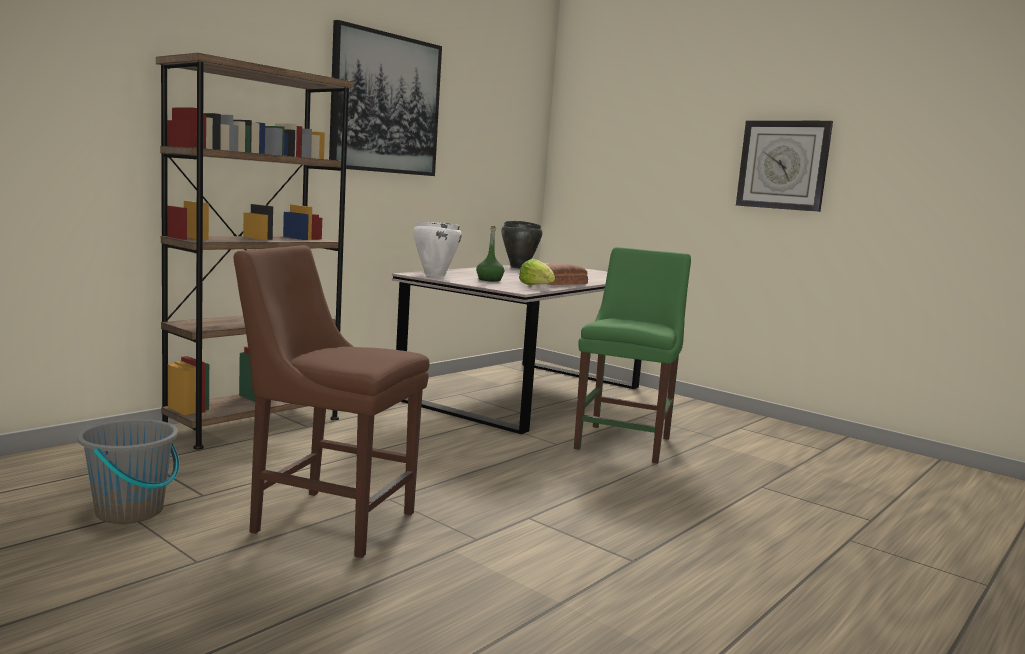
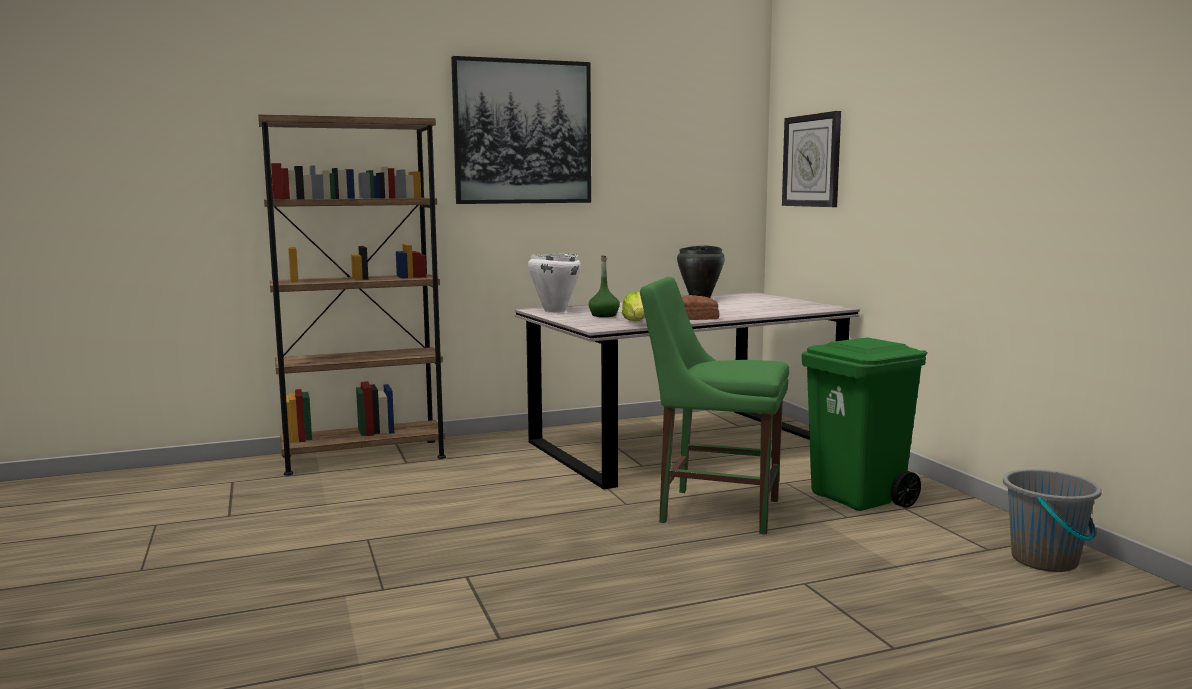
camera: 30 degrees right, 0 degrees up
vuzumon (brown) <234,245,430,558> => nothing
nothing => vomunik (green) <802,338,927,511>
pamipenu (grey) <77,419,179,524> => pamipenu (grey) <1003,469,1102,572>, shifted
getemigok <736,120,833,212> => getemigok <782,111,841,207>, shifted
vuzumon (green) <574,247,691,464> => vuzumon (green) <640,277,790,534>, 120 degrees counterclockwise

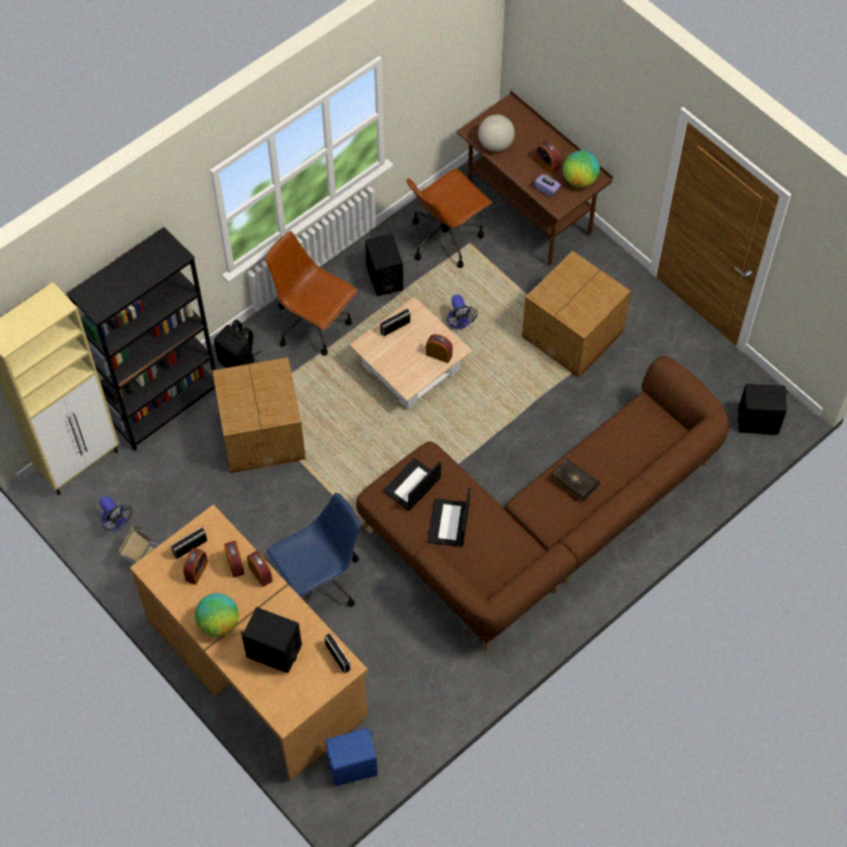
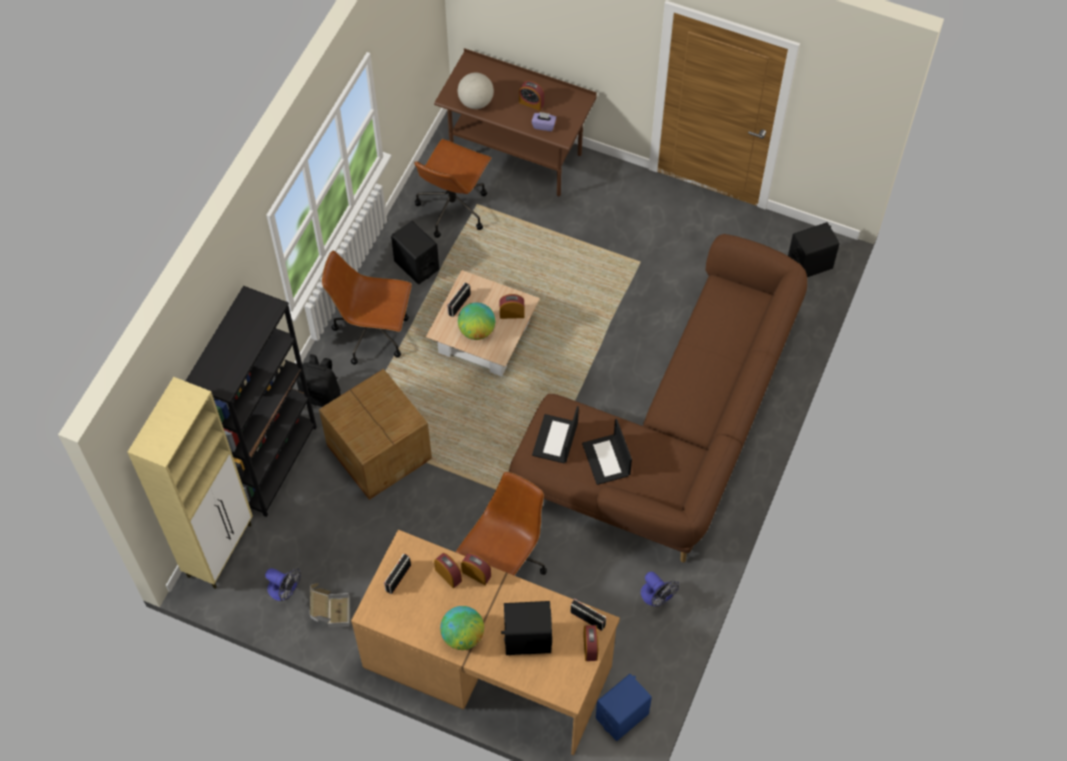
camera: 25 degrees left, 0 degrees up
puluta <522,251,631,378> => nothing
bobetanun <551,458,599,503> => nothing
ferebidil <183,548,208,585> => ferebidil <583,625,598,661>, shifted
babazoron <446,295,478,329> => babazoron <641,572,679,607>, shifted
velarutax <563,150,600,188> => velarutax <458,302,495,340>, shifted
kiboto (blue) <266,493,361,607> => kiboto (brown) <456,472,547,576>

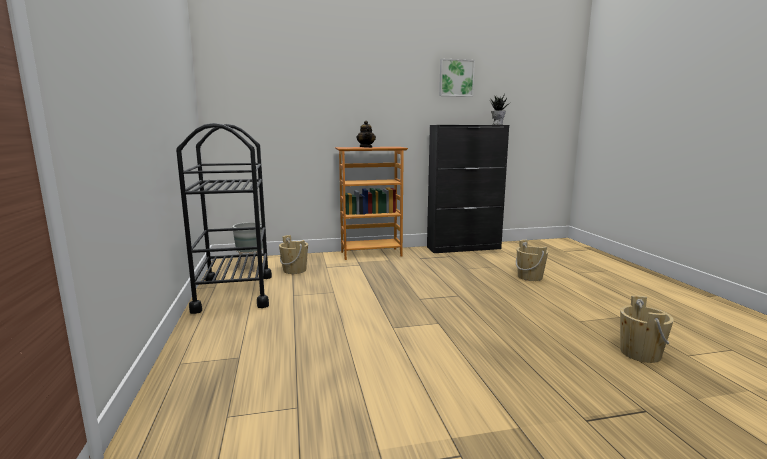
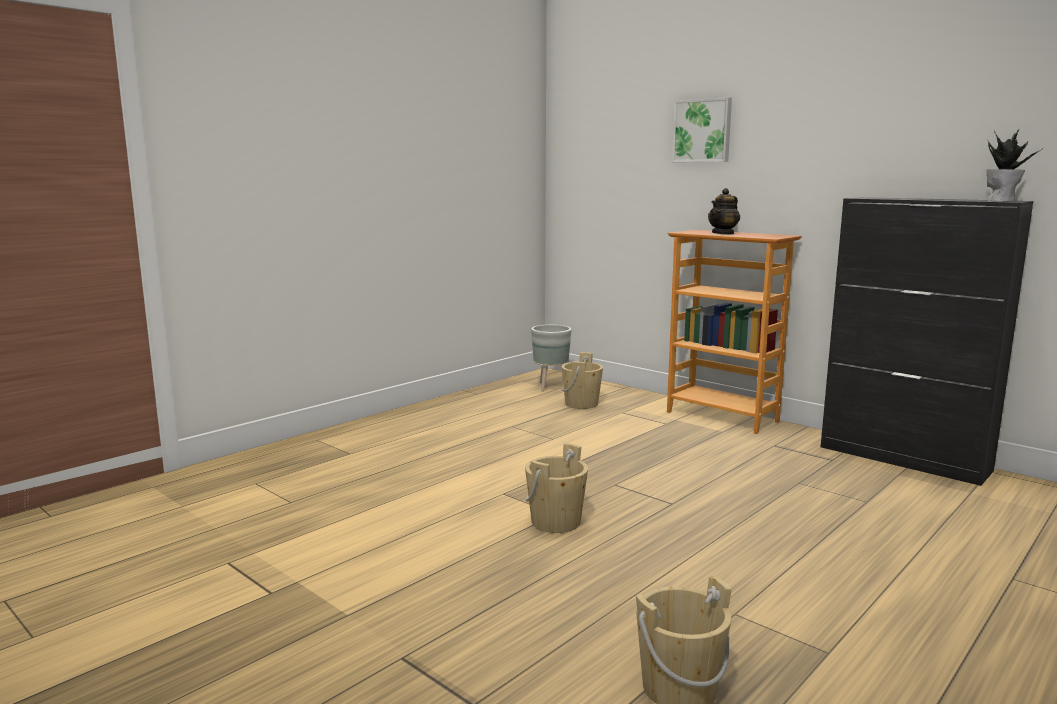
camera: 55 degrees right, 0 degrees up
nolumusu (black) <176,123,272,314> => nothing
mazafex <439,59,475,97> => mazafex <672,97,732,162>, shifted
pamipenu (beige) <516,240,548,281> => pamipenu (beige) <525,443,588,533>, shifted

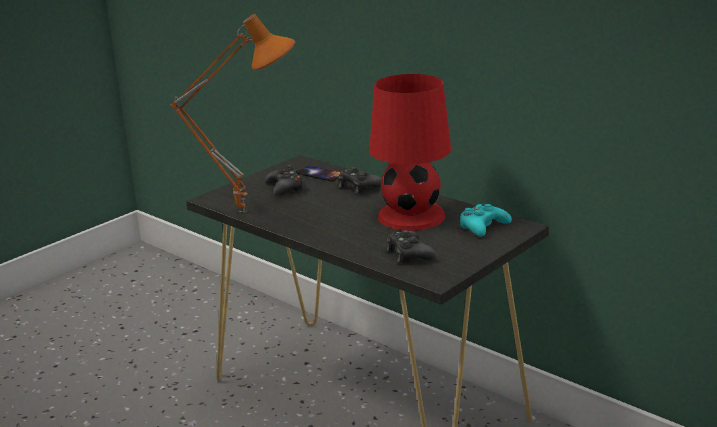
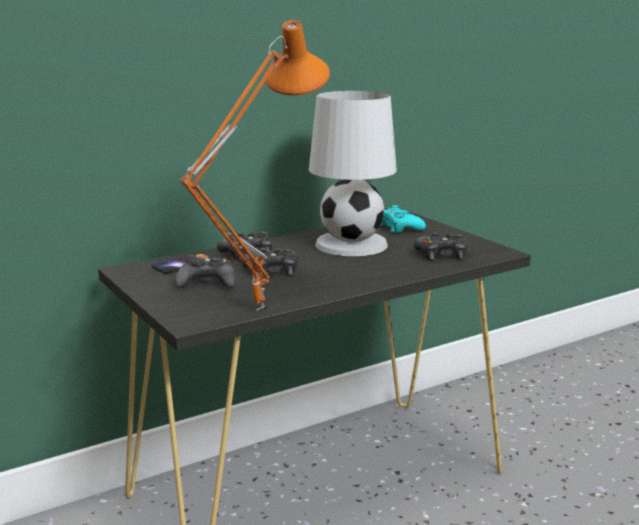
camera: 75 degrees left, 5 degrees down
nothing => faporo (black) <241,248,298,275>
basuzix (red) <369,74,451,231> => basuzix (white) <309,91,397,256>

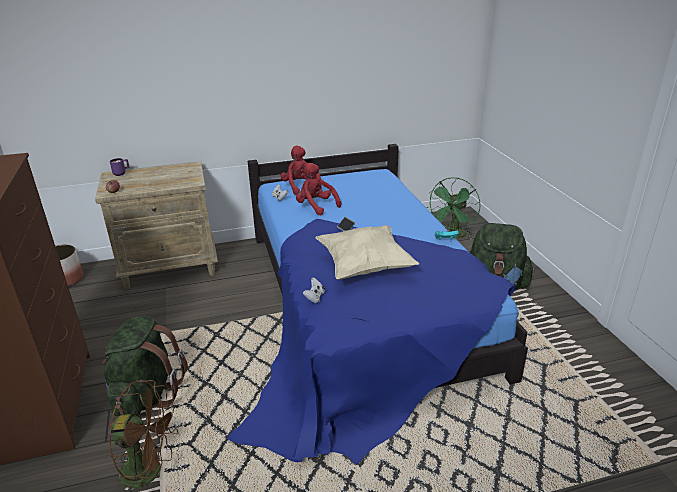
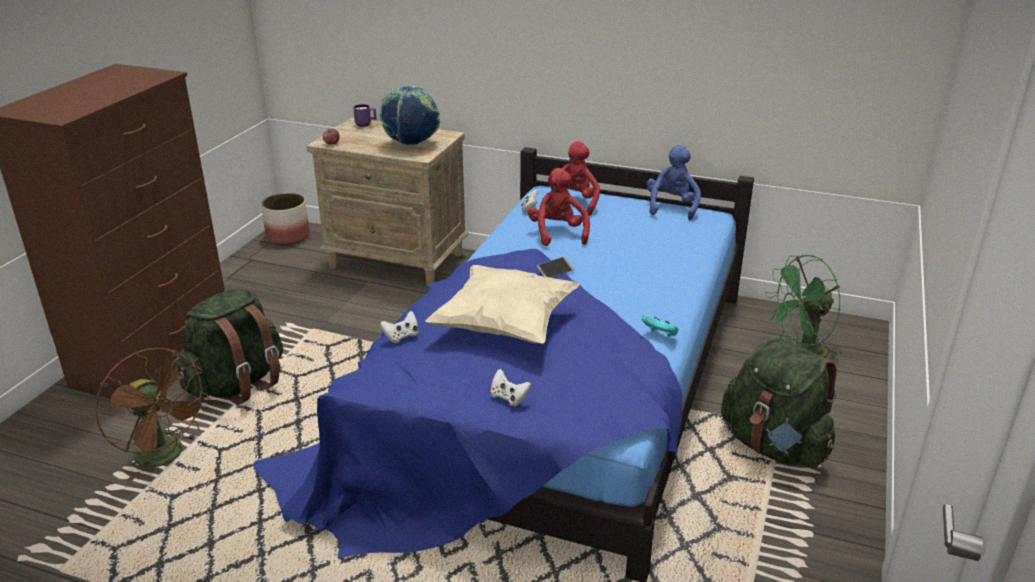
camera: 35 degrees right, 0 degrees up
nothing => velarutax <380,86,440,146>
nothing => faporo (white) <491,369,531,406>
nothing => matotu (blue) <647,145,701,220>

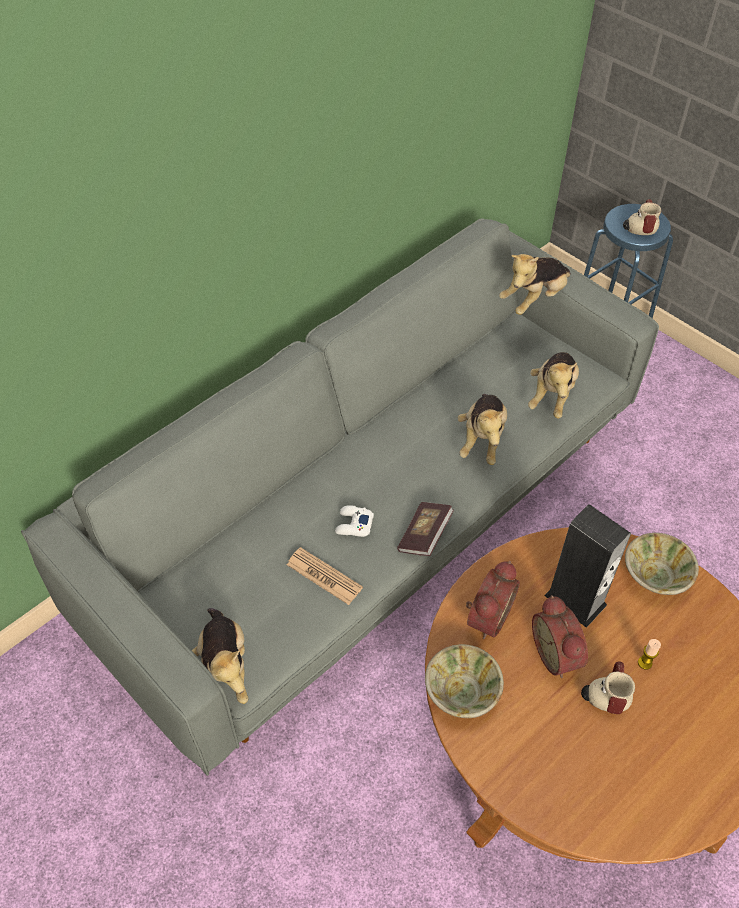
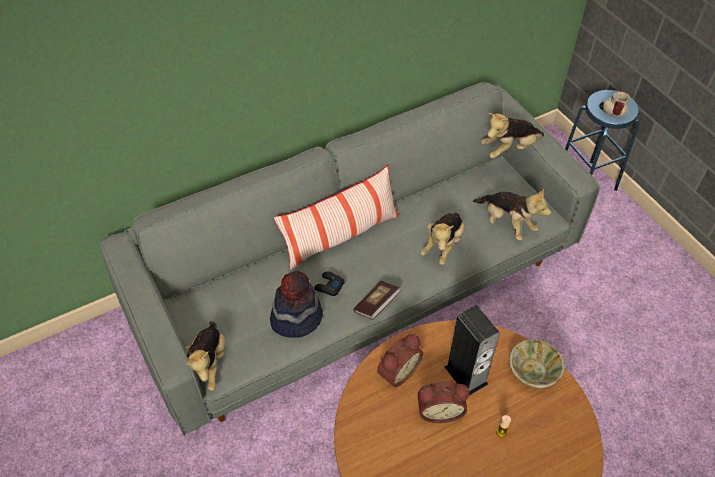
camera: 15 degrees right, 0 degrees up
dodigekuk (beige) <425,644,504,718> => nothing
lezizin <581,661,635,714> => nothing
nothing => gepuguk <274,165,399,270>
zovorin <287,547,363,605> => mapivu <270,271,323,338>
faporo (white) <335,505,374,537> => faporo (black) <314,271,345,296>
matotu <528,352,579,418> => matotu <473,188,551,240>, 75 degrees counterclockwise
ferebidil <532,595,588,678> => ferebidil <418,382,470,423>, 90 degrees counterclockwise

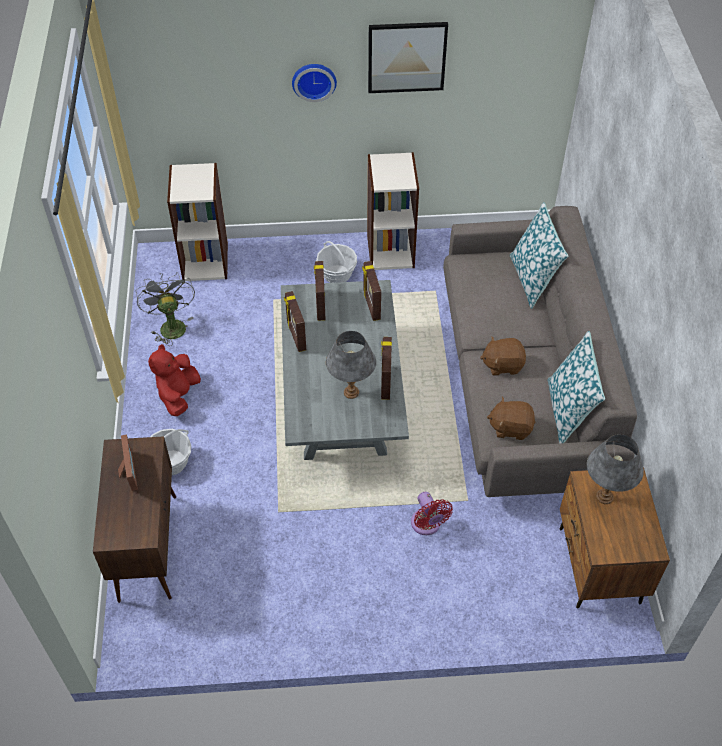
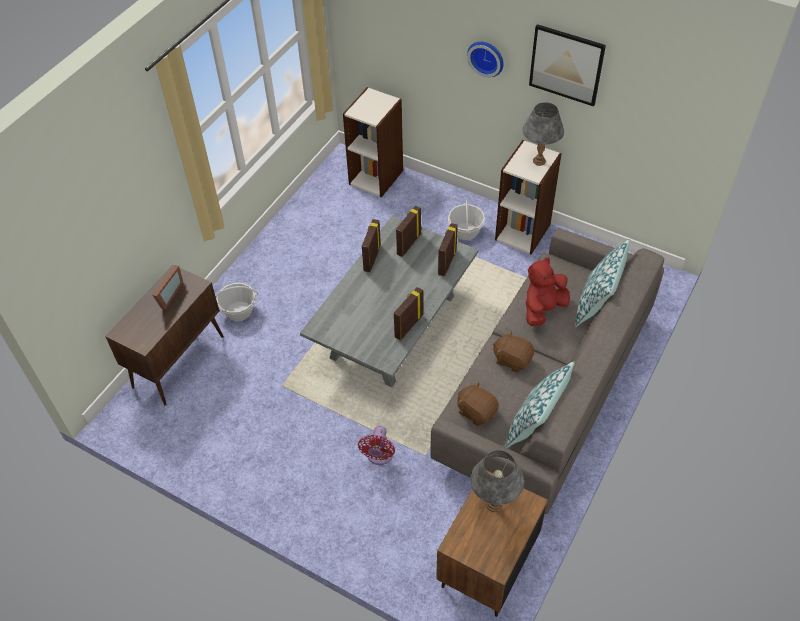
camera: 35 degrees right, 0 degrees up
babazoron (grey) <136,272,195,346> => nothing
matotu (red) <148,344,201,416> => matotu (red) <526,257,570,326>, shifted
basuzix (grey) <326,331,376,399> => basuzix (grey) <523,102,564,166>, shifted

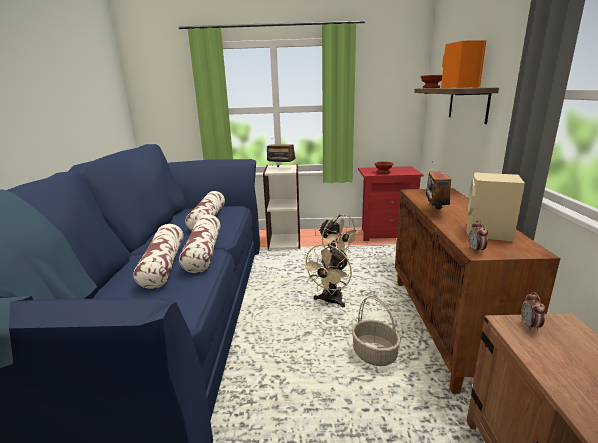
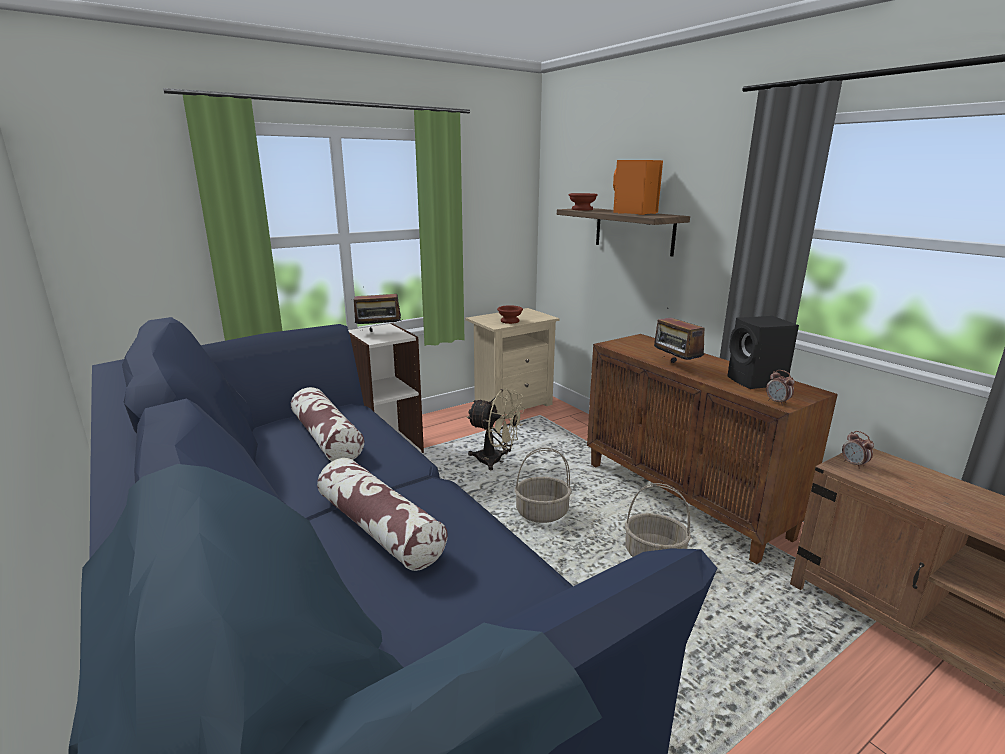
camera: 35 degrees left, 0 degrees up
gepuguk <179,214,221,273> => nothing
babazoron (beige) <301,244,352,307> => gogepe <515,448,572,523>
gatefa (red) <358,166,424,241> => gatefa (beige) <465,308,560,415>
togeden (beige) <466,172,525,242> => togeden (black) <727,316,799,389>

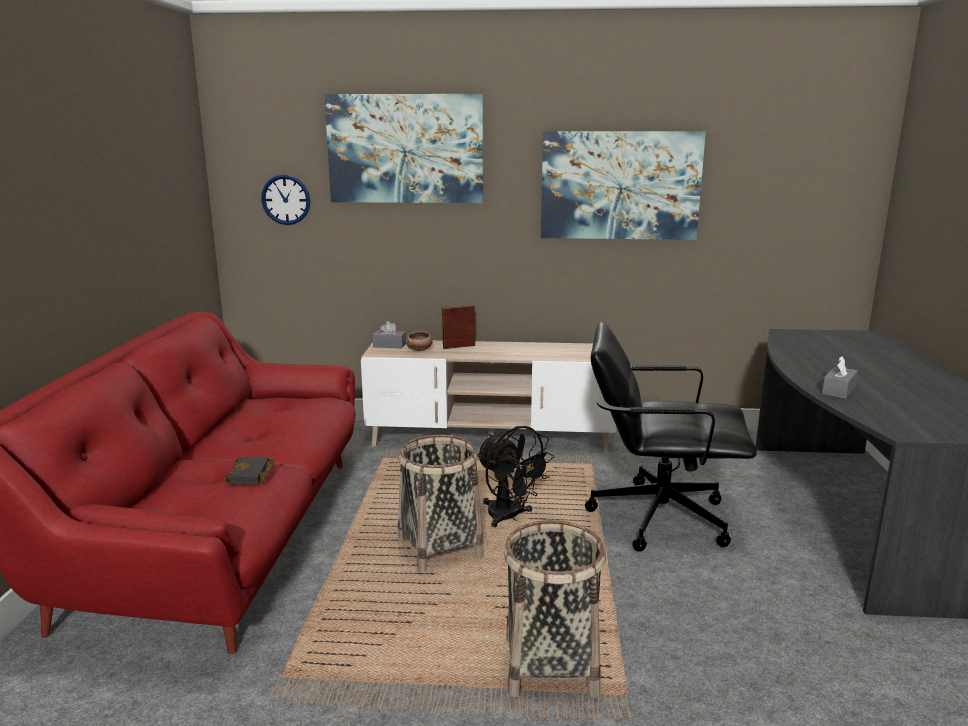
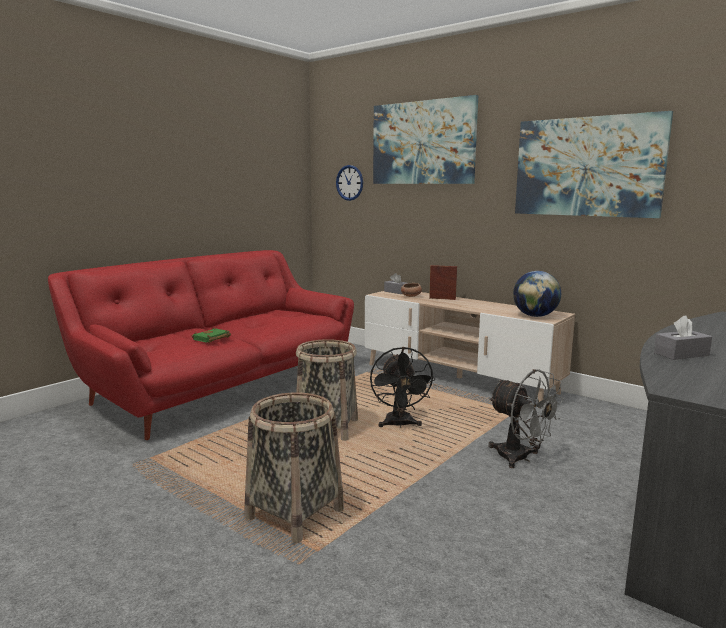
camera: 35 degrees right, 5 degrees down
nothing => velarutax <513,271,561,317>
kiboto (black) <585,322,757,552> => babazoron (grey) <489,369,564,468>
bobetanun (black) <223,456,275,484> => bobetanun (green) <192,328,231,343>

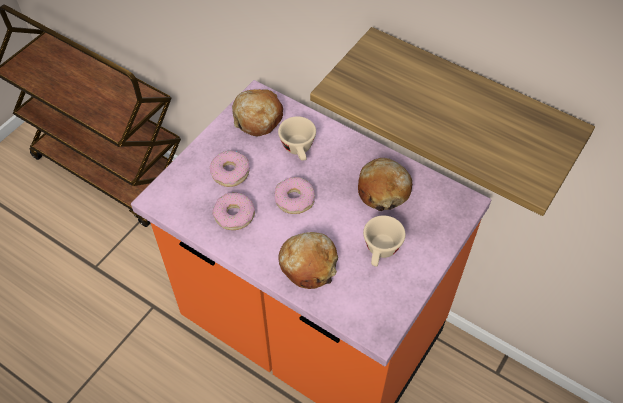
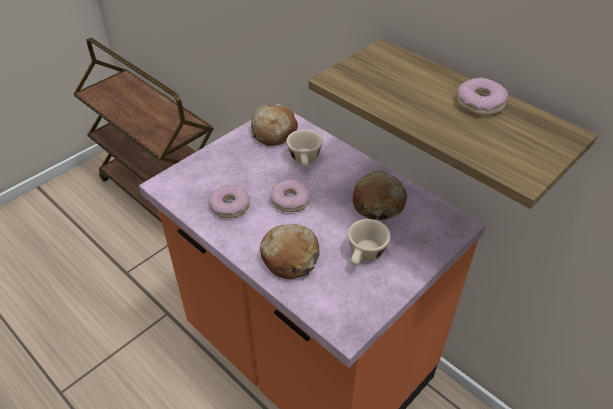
camera: 10 degrees right, 10 degrees down
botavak <210,150,250,187> => botavak <457,78,508,116>, shifted

